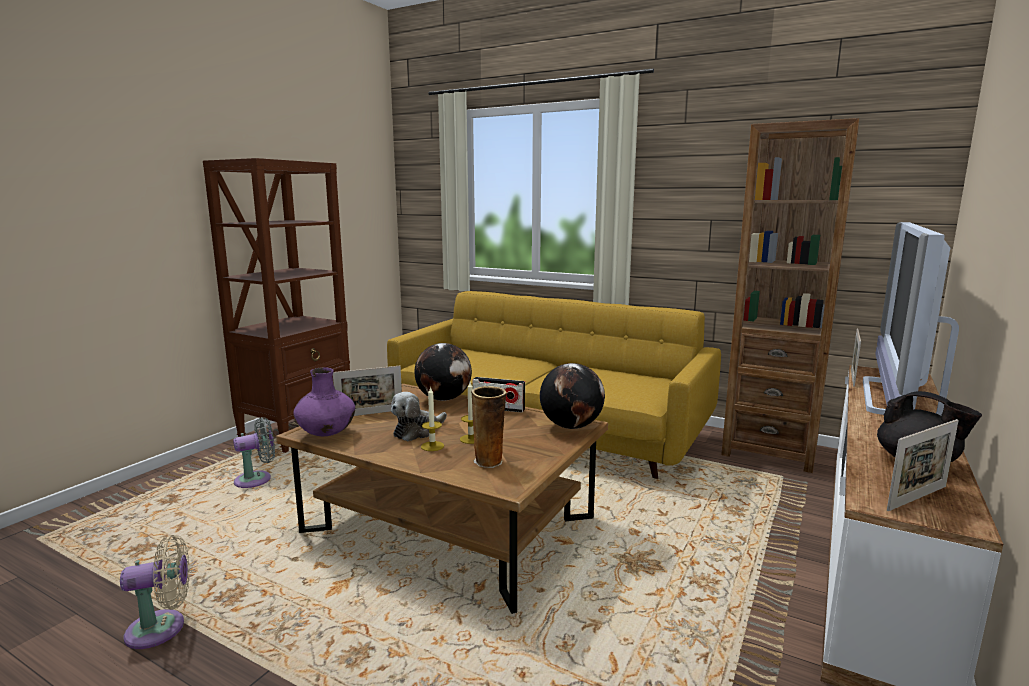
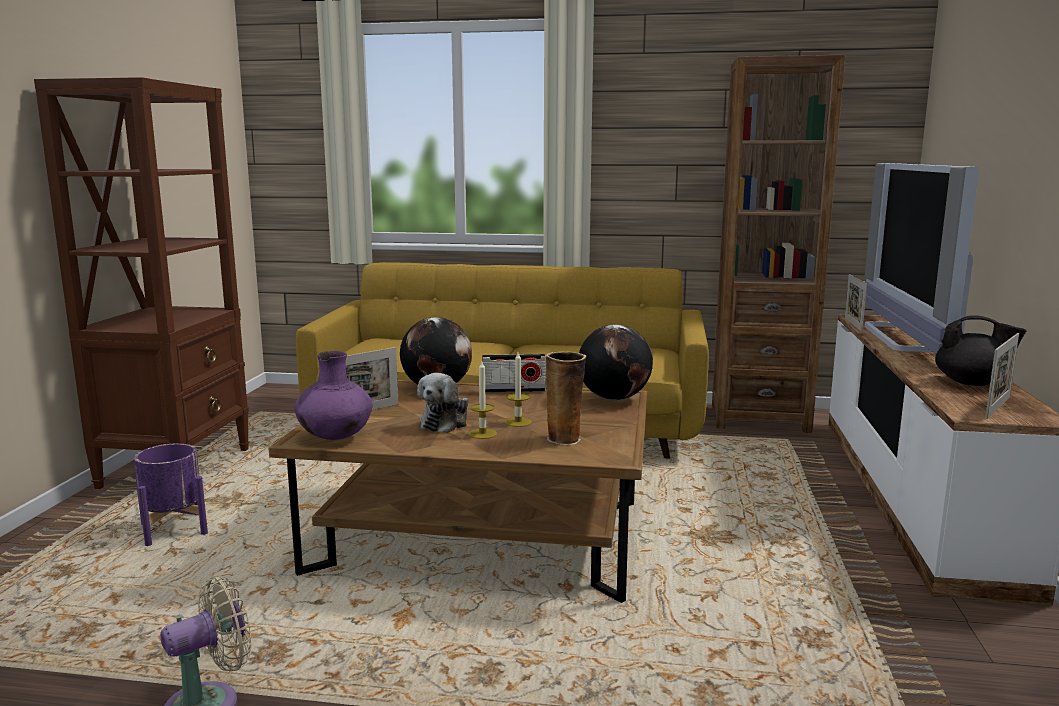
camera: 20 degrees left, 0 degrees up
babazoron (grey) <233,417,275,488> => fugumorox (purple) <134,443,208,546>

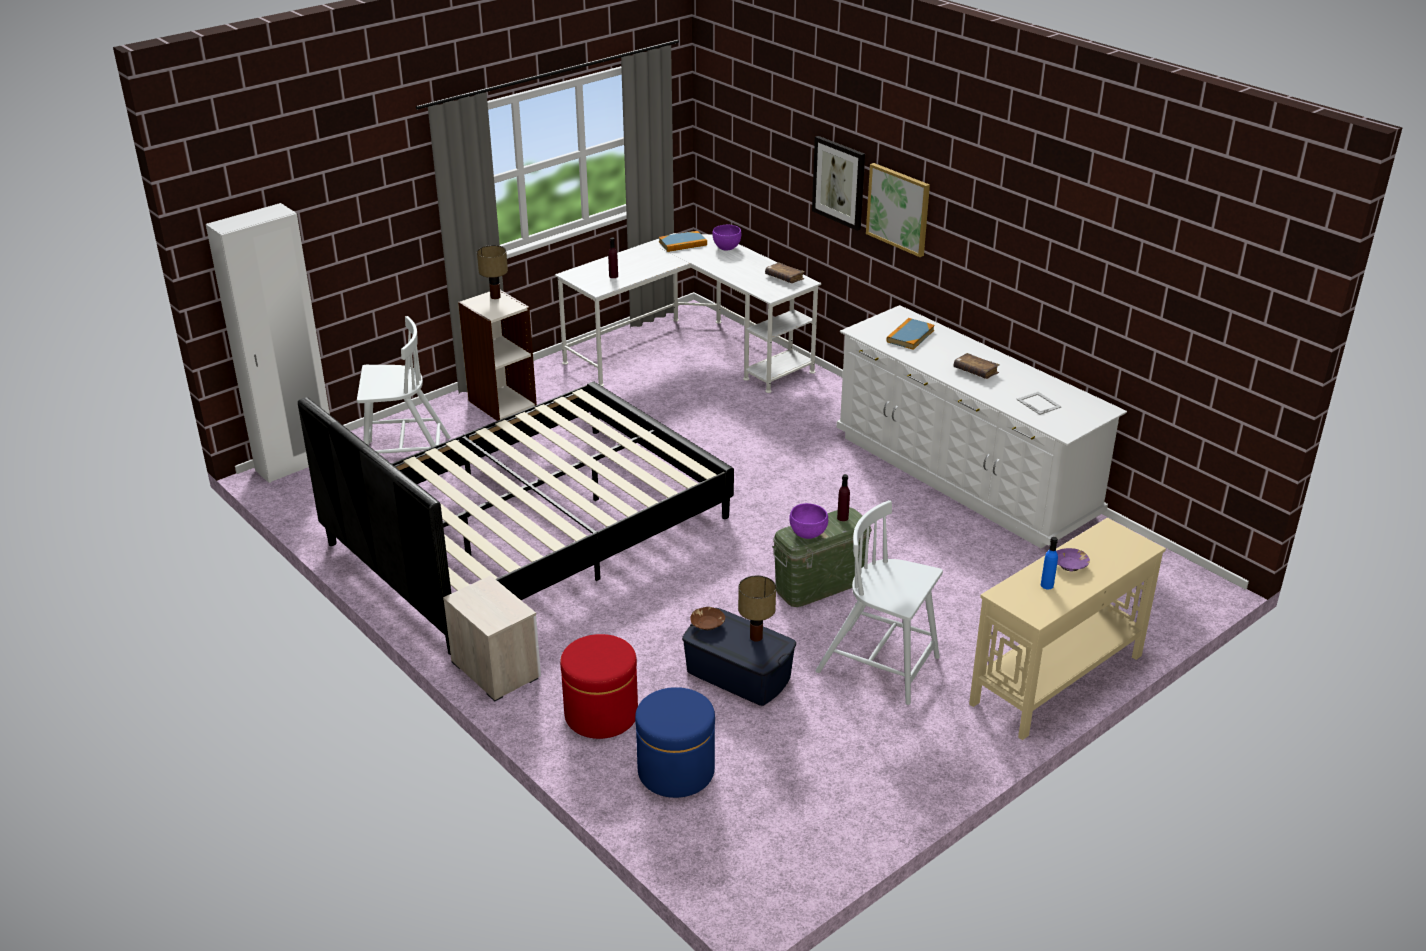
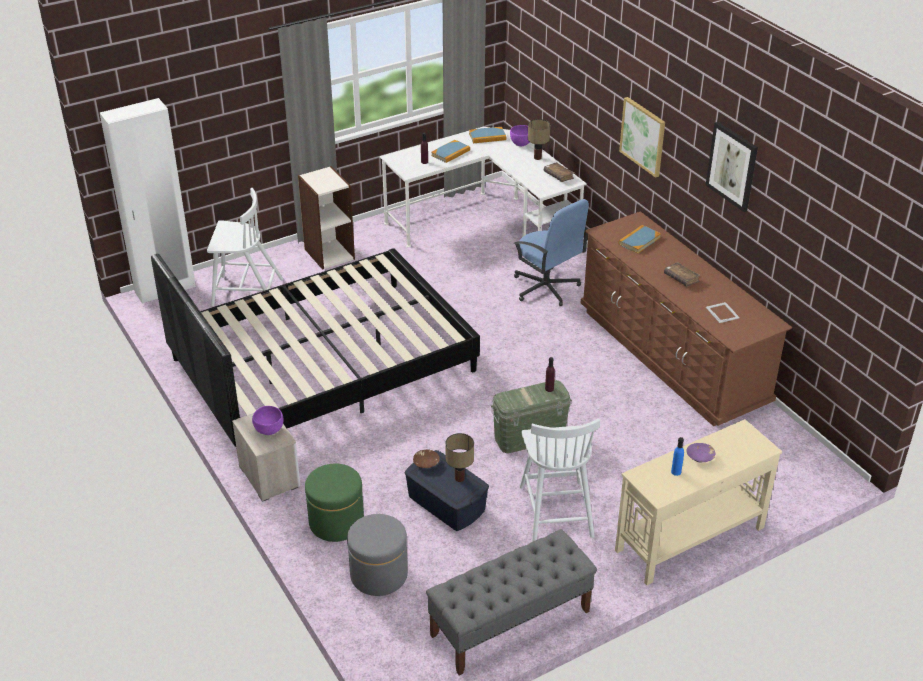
camera: 10 degrees right, 5 degrees up
nothing => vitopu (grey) <426,529,597,675>
nothing => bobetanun <431,140,470,163>
nothing => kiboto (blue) <513,199,589,306>
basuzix <477,245,508,299> => basuzix <528,119,550,160>, shifted
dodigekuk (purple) <789,503,828,539> => dodigekuk (purple) <252,406,284,435>, shifted
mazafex <812,136,865,231> => mazafex <706,122,758,212>, shifted
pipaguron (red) <560,634,638,739> => pipaguron (green) <305,464,364,542>
pipaguron (blue) <635,687,715,798> => pipaguron (grey) <347,514,408,596>
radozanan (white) <836,305,1127,548> => radozanan (brown) <581,212,792,426>
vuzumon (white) <815,500,943,705> => vuzumon (white) <520,418,600,542>, 135 degrees counterclockwise

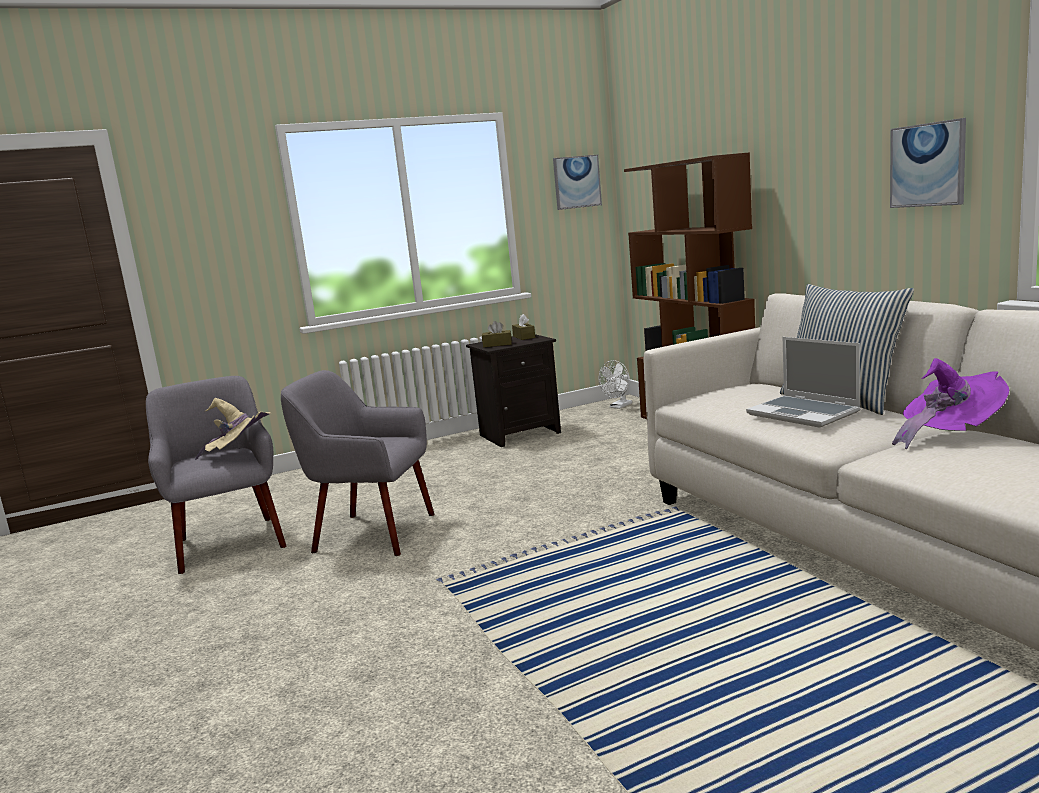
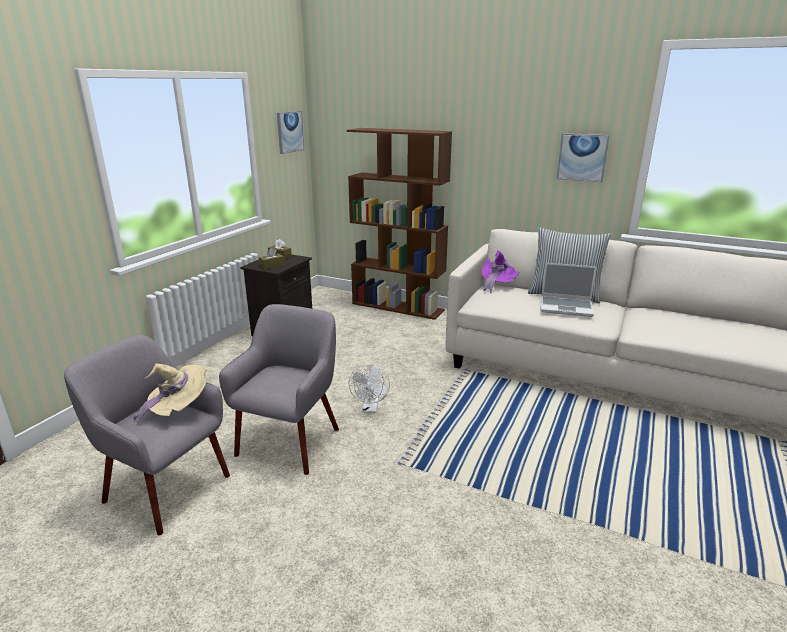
camera: 40 degrees left, 10 degrees up
babazoron (white) <599,360,632,409> => babazoron (white) <349,364,390,413>, shifted
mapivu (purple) <892,358,1009,449> => mapivu (purple) <482,250,519,293>, shifted
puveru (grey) <281,370,435,556> => puveru (grey) <219,304,339,475>, 135 degrees clockwise

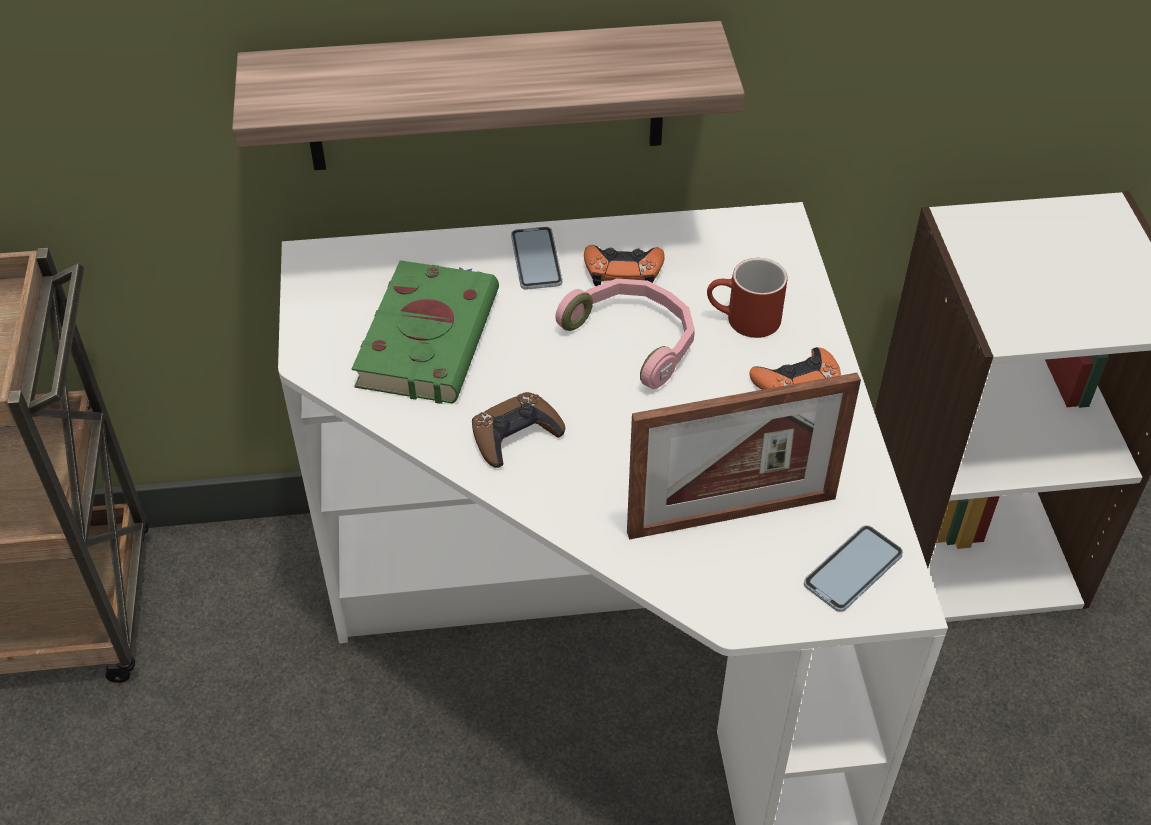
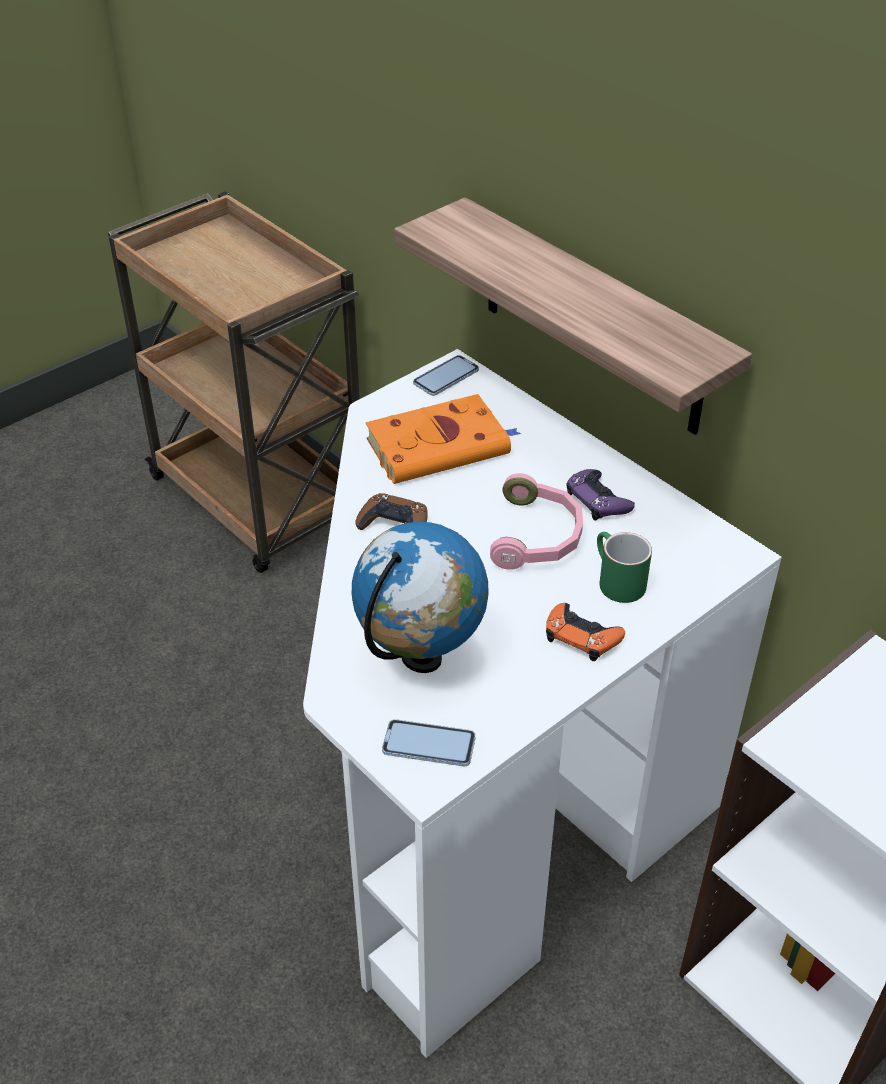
camera: 55 degrees right, 5 degrees down
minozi <511,227,562,290> => minozi <413,355,479,396>, shifted
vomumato <627,373,861,540> => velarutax <352,522,489,673>
bobetanun (green) <352,260,499,404> => bobetanun (orange) <366,394,521,484>
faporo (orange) <584,245,665,286> => faporo (purple) <566,469,635,521>
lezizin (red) <707,258,788,338> => lezizin (green) <597,532,652,603>

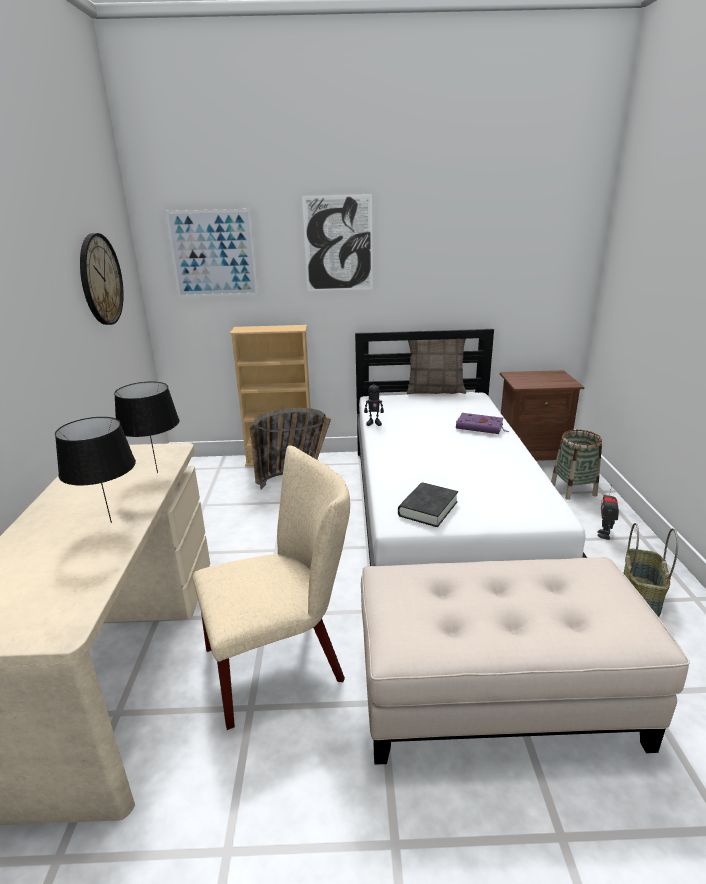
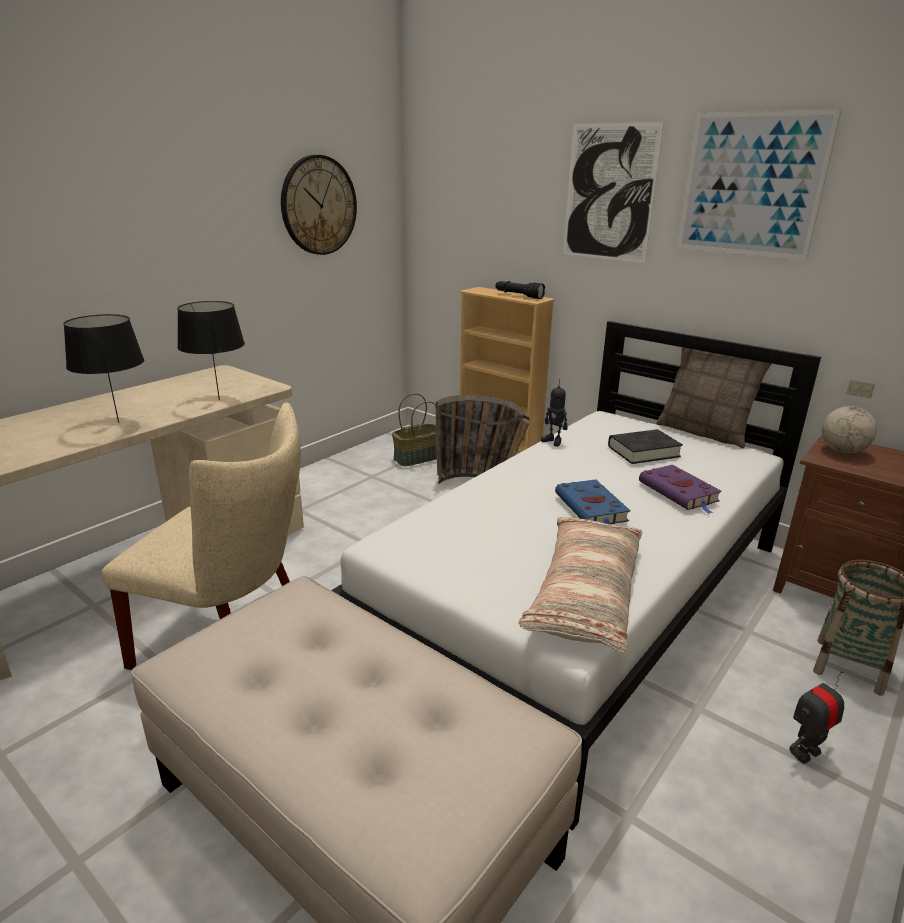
camera: 40 degrees right, 0 degrees up
nothing => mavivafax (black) <495,281,545,299>
nothing => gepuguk <519,517,642,653>
nothing => bobetanun (blue) <555,479,631,525>
nothing => velarutax <822,380,877,454>
mazafex <165,209,259,298> => mazafex <677,109,841,260>, shifted
bobetanun (black) <398,482,458,527> => bobetanun (black) <608,429,683,464>, shifted
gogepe <623,523,678,617> => gogepe <392,393,437,466>, shifted

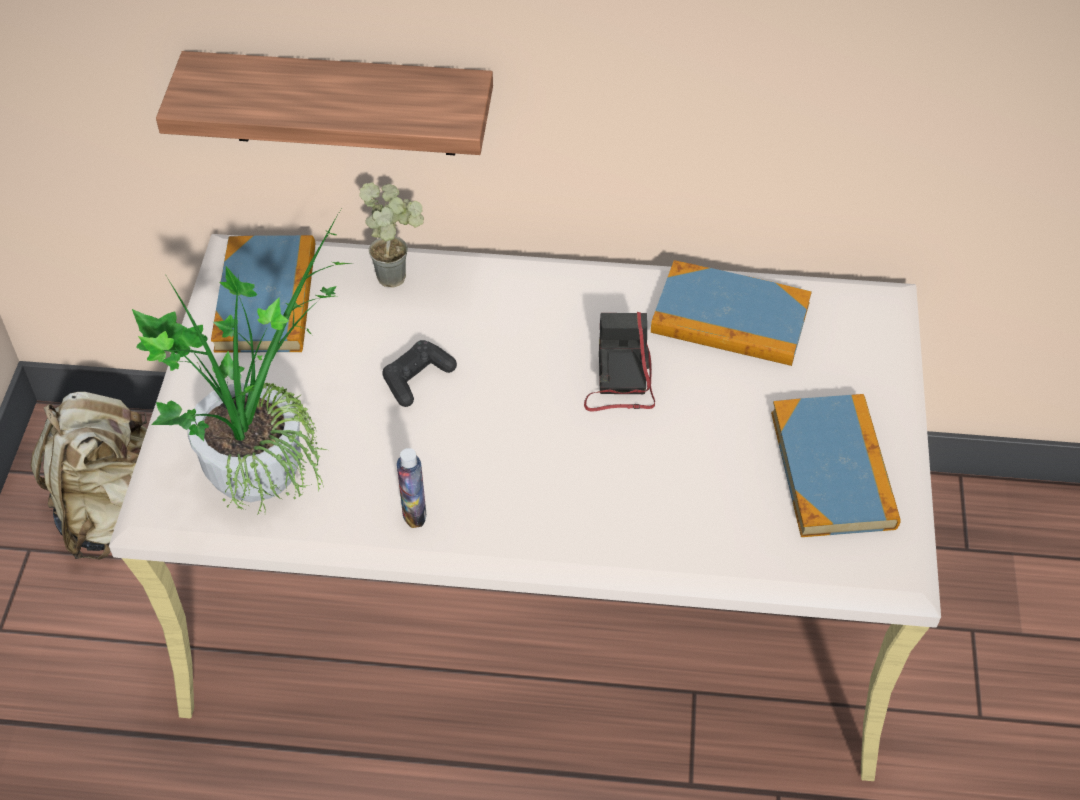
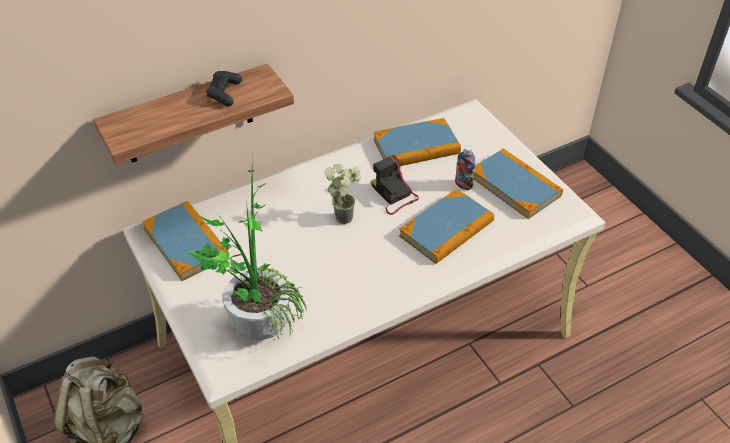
camera: 35 degrees left, 5 degrees down
nothing => bobetanun <399,189,494,264>
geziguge <359,182,424,287> => geziguge <324,164,361,224>, shifted
faporo (black) <382,340,457,407> => faporo (black) <206,71,242,106>, shifted
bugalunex <397,448,426,528> => bugalunex <455,145,476,190>, shifted

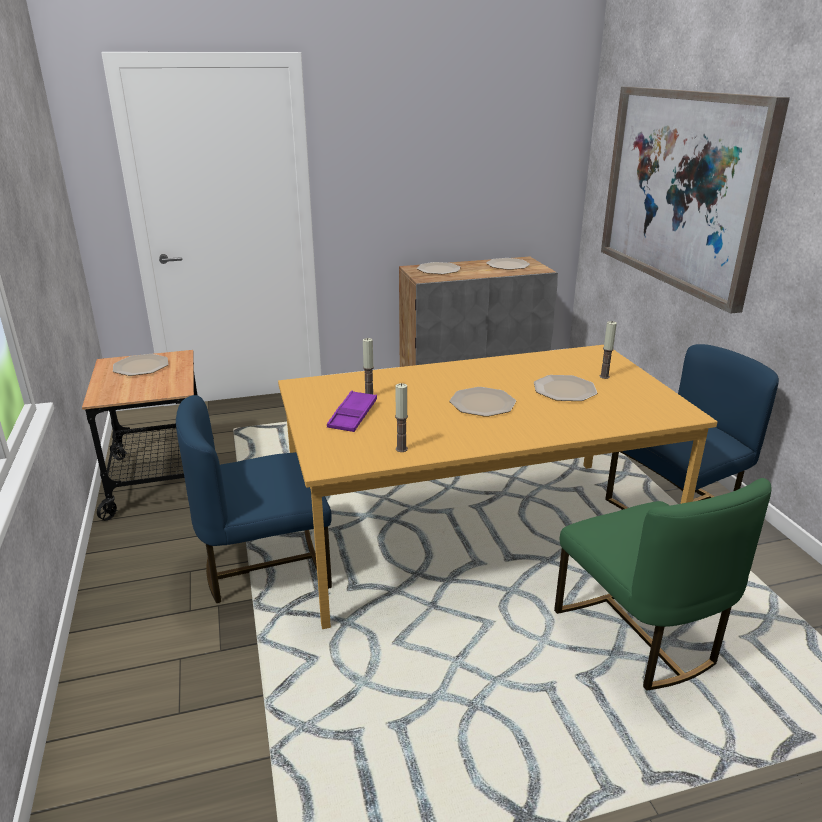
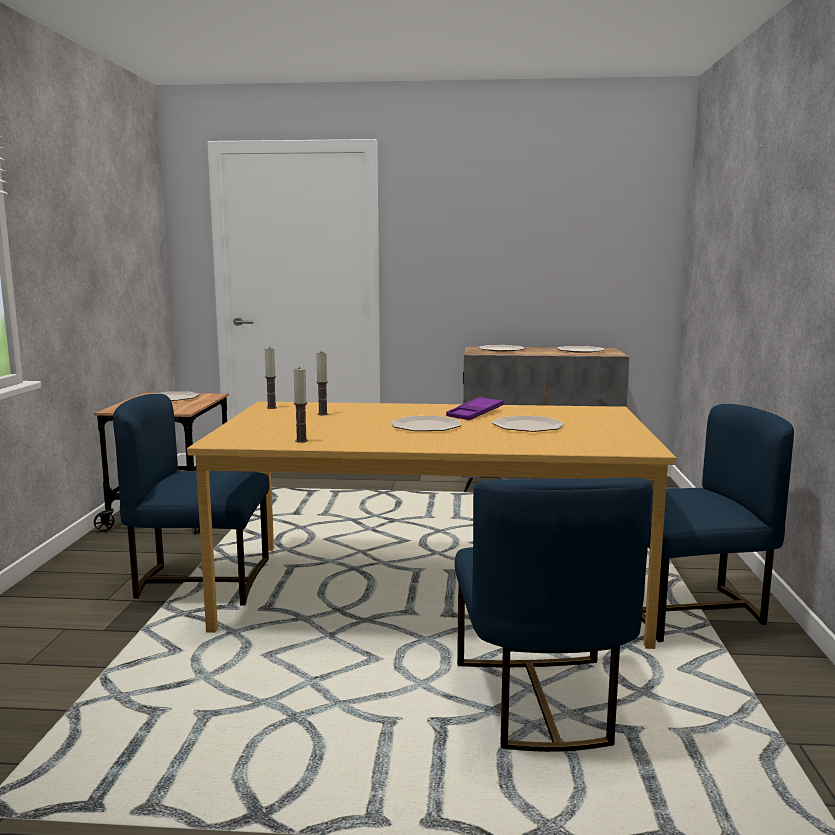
camera: 20 degrees right, 15 degrees down
mazafex <601,87,790,314> => nothing
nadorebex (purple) <327,391,377,432> => nadorebex (purple) <446,396,504,420>, shifted
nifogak <600,321,617,379> => nifogak <265,346,277,409>, shifted
vuzumon (green) <554,478,772,691> => vuzumon (blue) <455,478,652,752>

